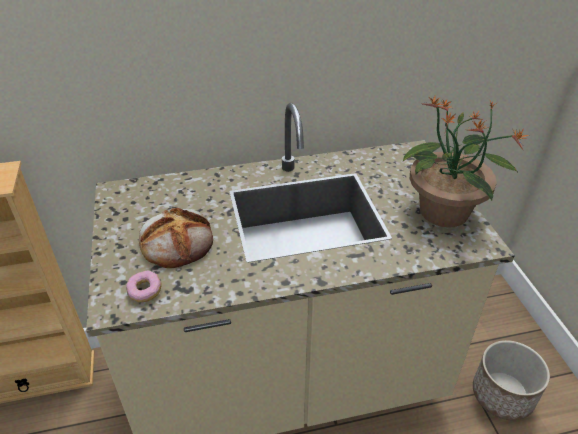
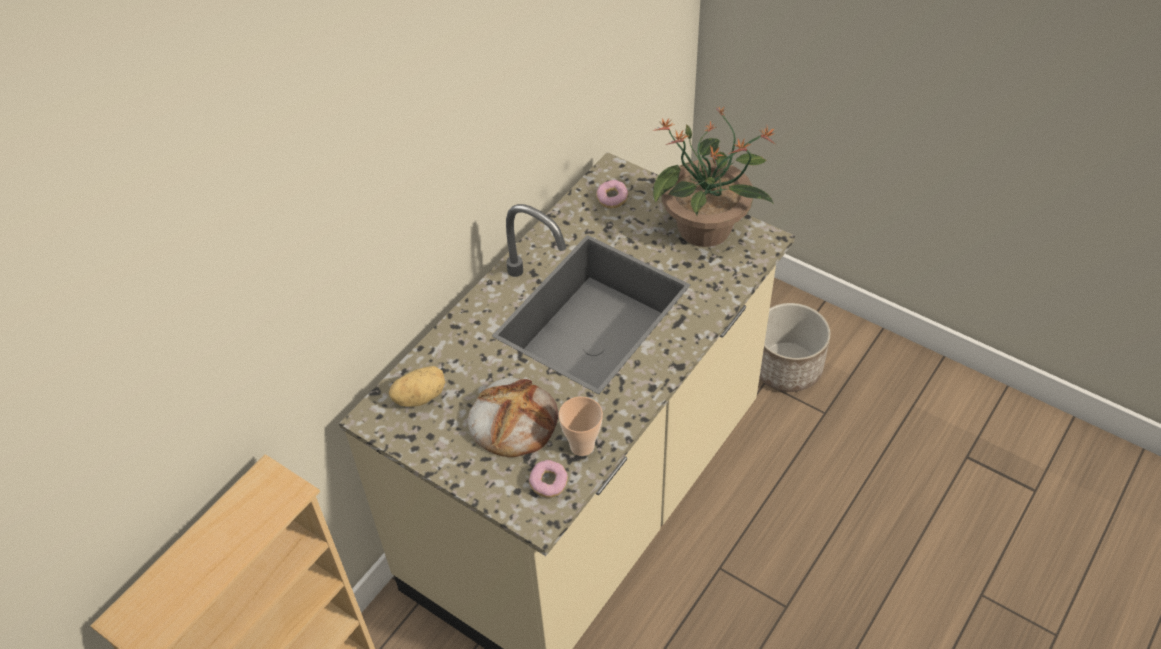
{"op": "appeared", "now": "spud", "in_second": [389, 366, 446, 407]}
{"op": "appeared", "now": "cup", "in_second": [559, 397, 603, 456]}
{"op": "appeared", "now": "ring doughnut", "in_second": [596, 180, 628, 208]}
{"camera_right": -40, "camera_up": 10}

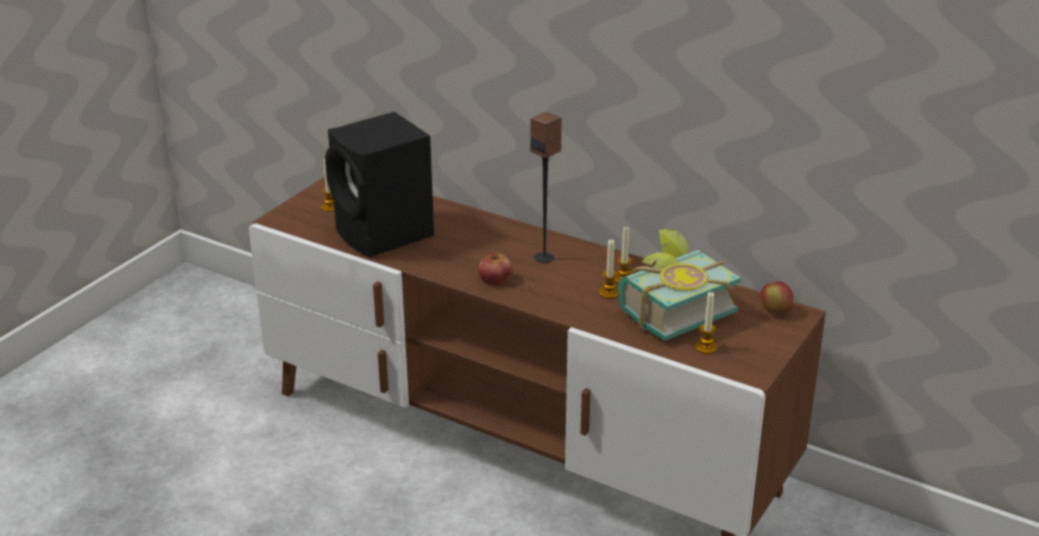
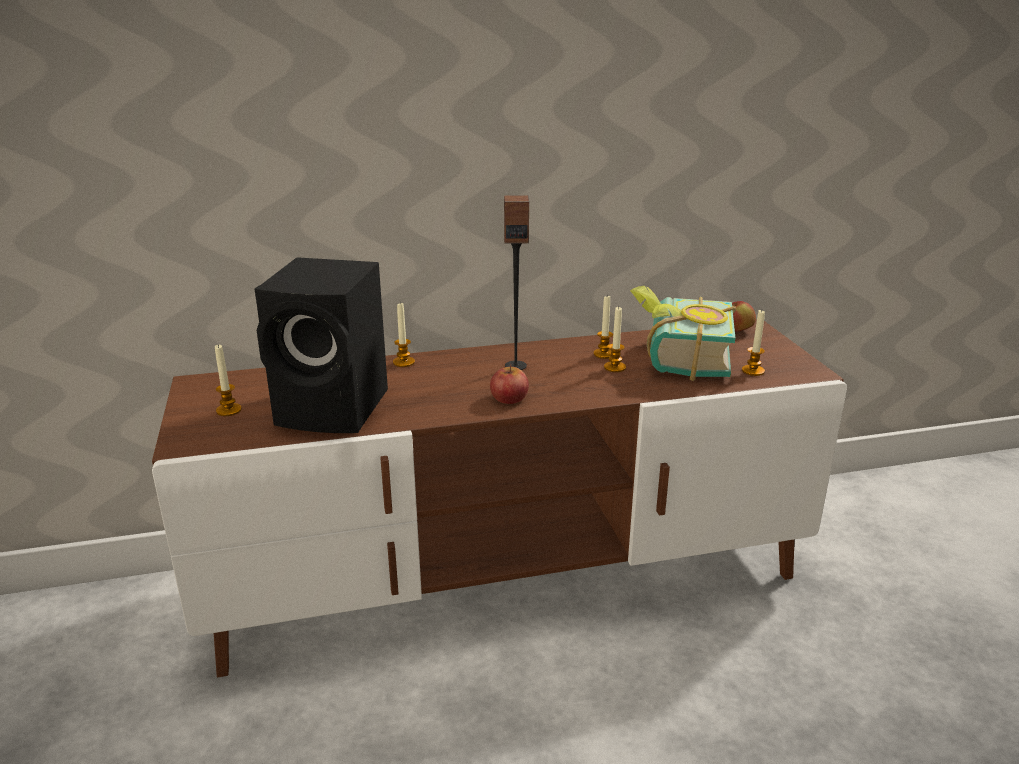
{"op": "appeared", "now": "candle", "in_second": [393, 303, 415, 367]}
{"camera_right": -45, "camera_up": -5}

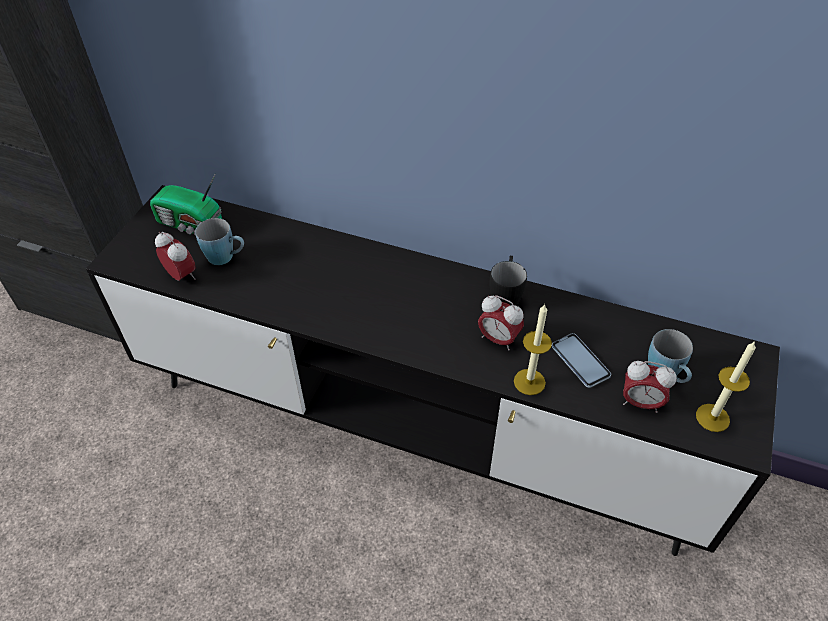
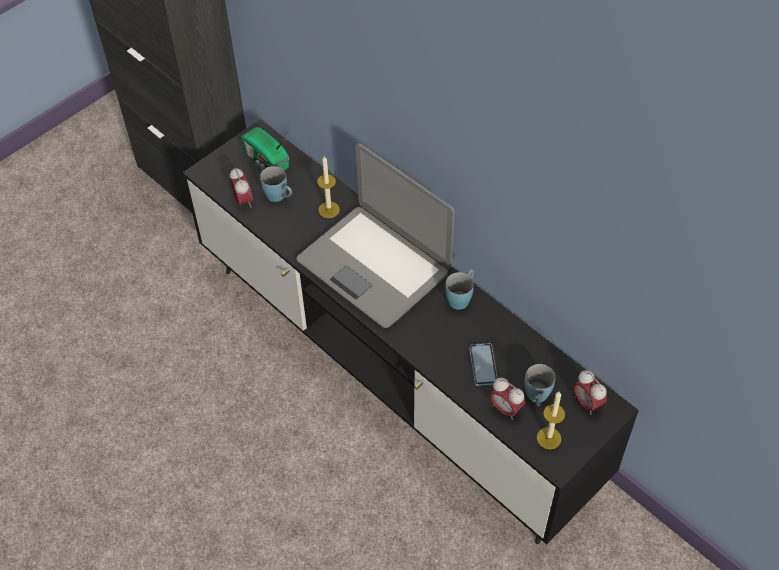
{"op": "relocated", "was": "alarm clock", "in_first": [478, 295, 524, 351], "in_second": [574, 370, 607, 415]}
{"op": "colour", "was": "blackish coffee mug", "now": "blue coffee mug", "in_first": [489, 256, 527, 306], "in_second": [445, 269, 474, 310]}
{"op": "relocated", "was": "candle", "in_first": [514, 304, 552, 395], "in_second": [317, 156, 340, 218]}
{"op": "appeared", "now": "notebook computer", "in_second": [296, 143, 455, 328]}
{"camera_right": 25, "camera_up": 5}

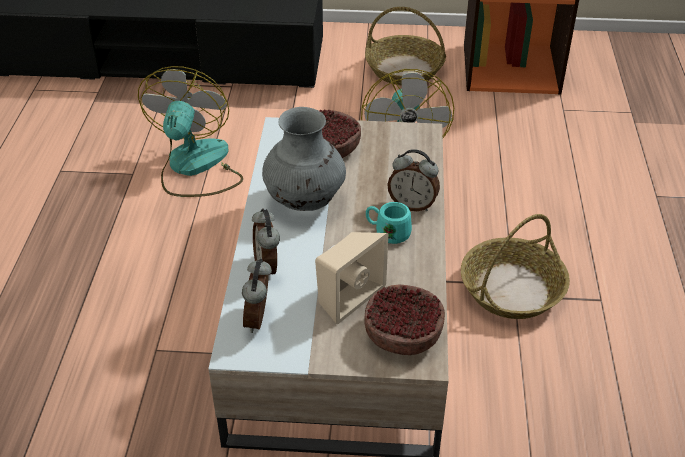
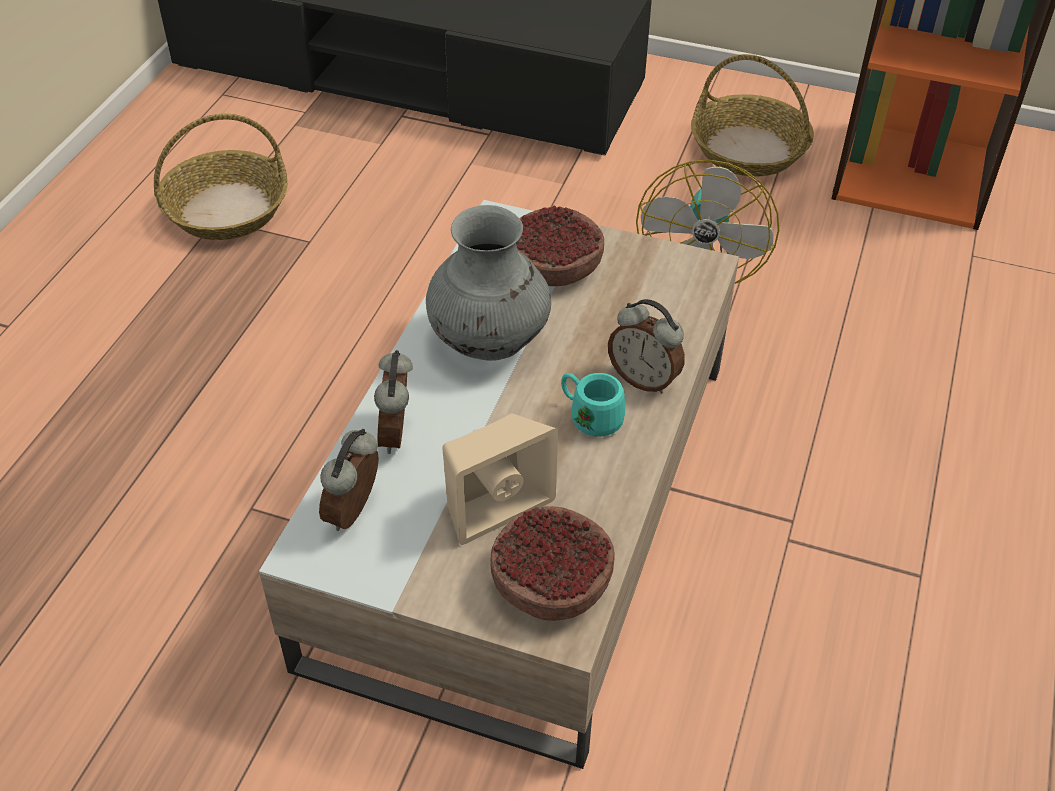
{"op": "missing", "was": "fan", "in_first": [138, 66, 243, 197]}
{"op": "relocated", "was": "household basket", "in_first": [461, 214, 570, 319], "in_second": [154, 114, 288, 240]}
{"camera_right": 15, "camera_up": 5}

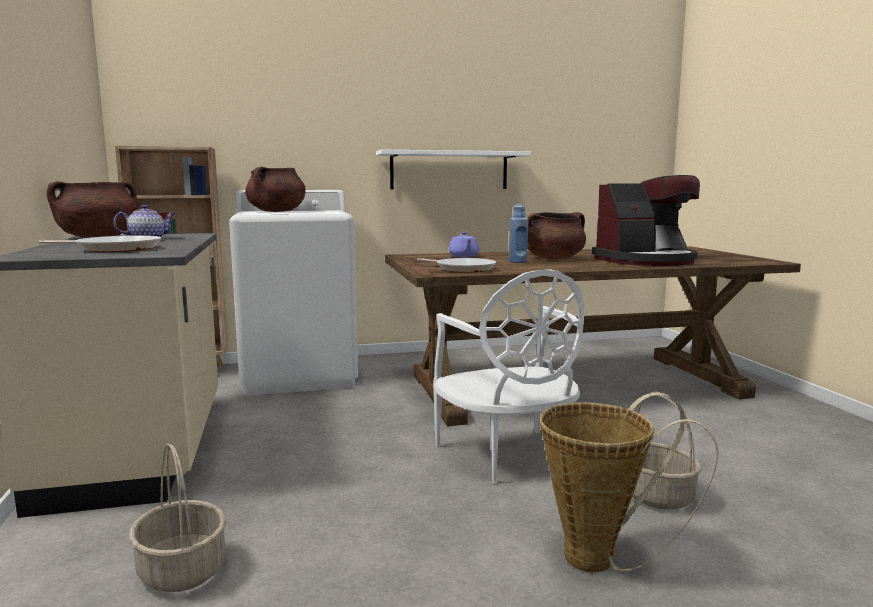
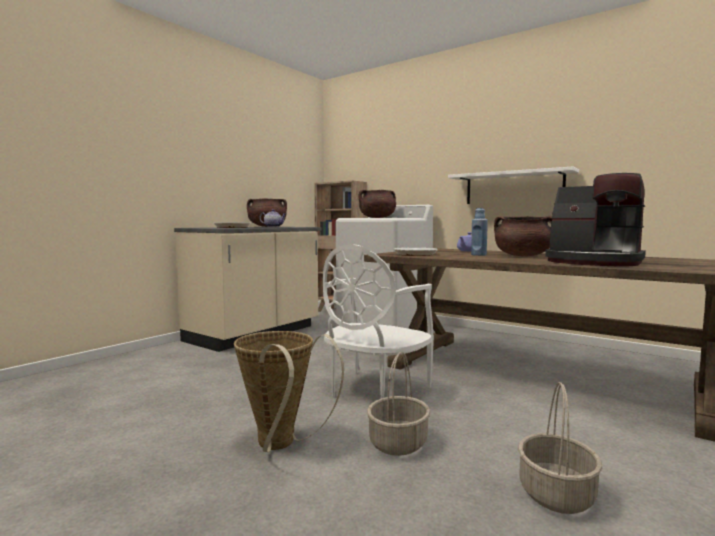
{"op": "relocated", "was": "household basket", "in_first": [129, 444, 226, 592], "in_second": [518, 382, 602, 514]}
{"camera_right": 50, "camera_up": -5}

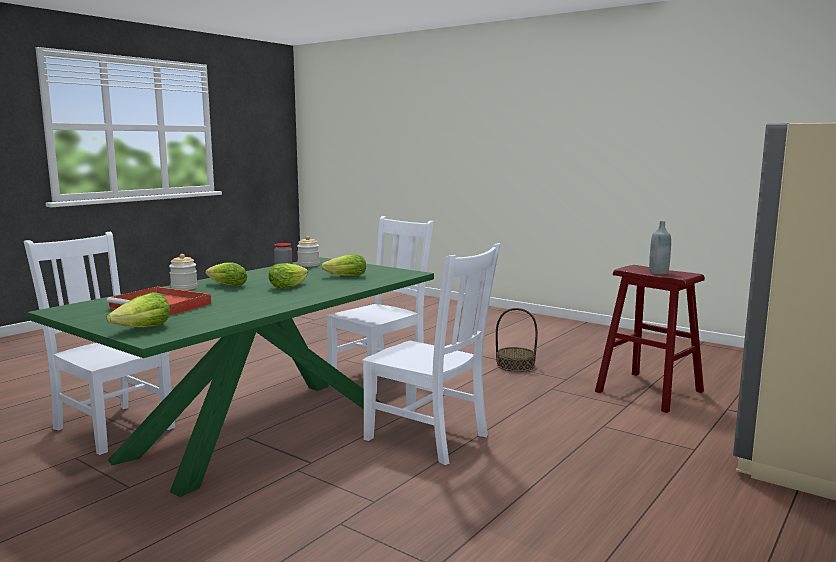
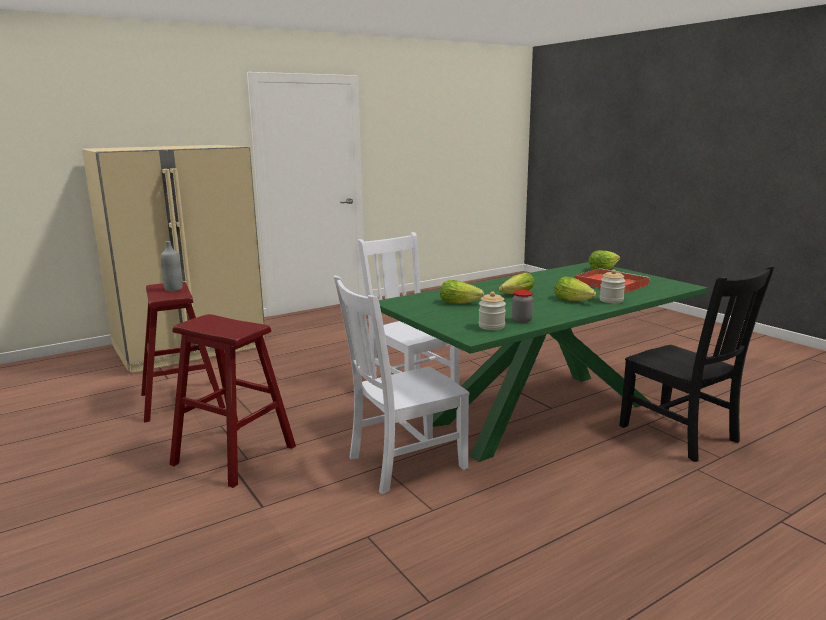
{"op": "colour", "was": "white plain chair", "now": "blackish plain chair", "in_first": [24, 232, 175, 455], "in_second": [619, 266, 775, 462]}
{"op": "exchanged", "was": "household basket", "now": "red sitting stool", "in_first": [496, 308, 538, 372], "in_second": [170, 314, 296, 488]}
{"camera_right": -160, "camera_up": 5}

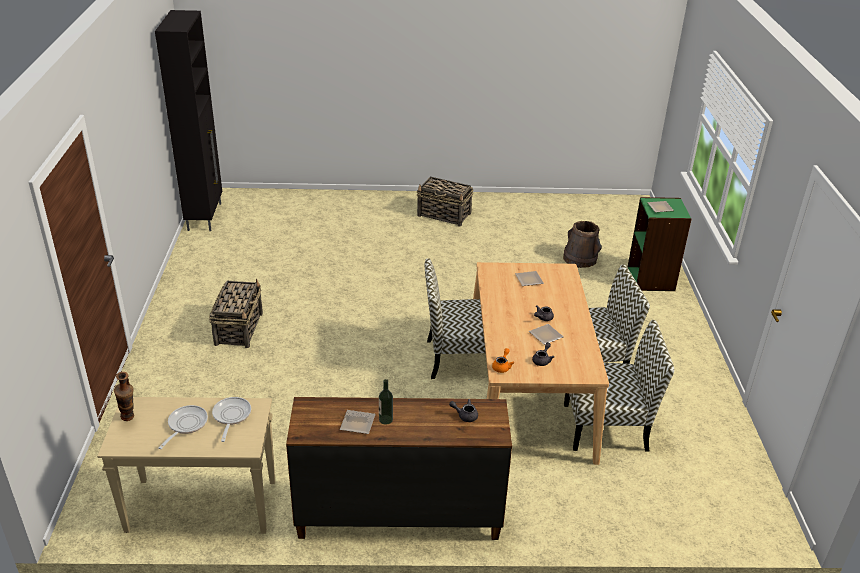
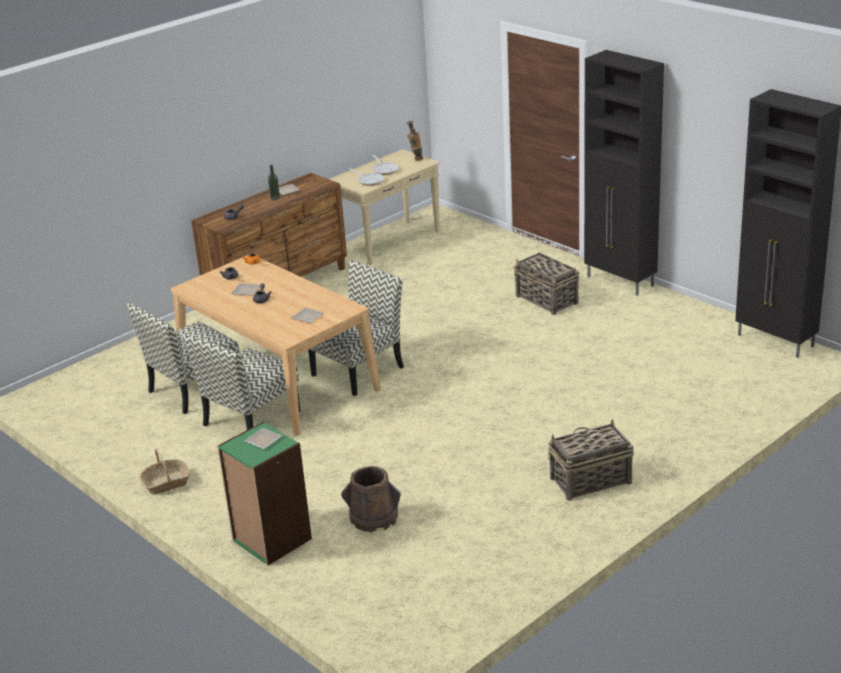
{"op": "appeared", "now": "household basket", "in_second": [139, 448, 190, 494]}
{"op": "appeared", "now": "blackish cupboard", "in_second": [584, 50, 664, 296]}
{"camera_right": 140, "camera_up": -5}

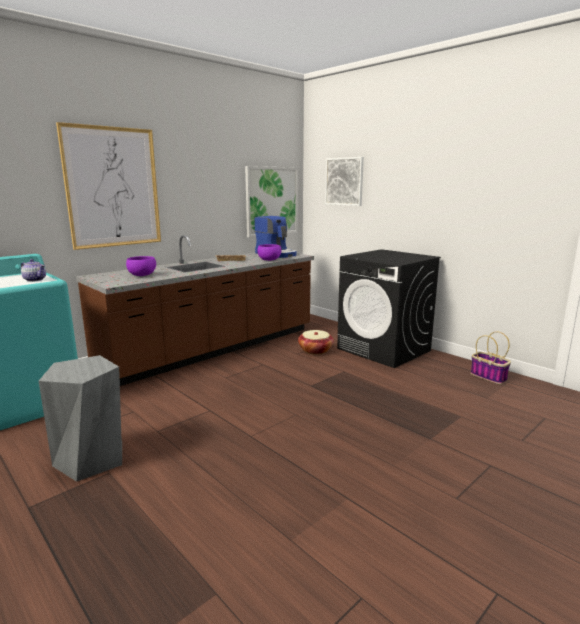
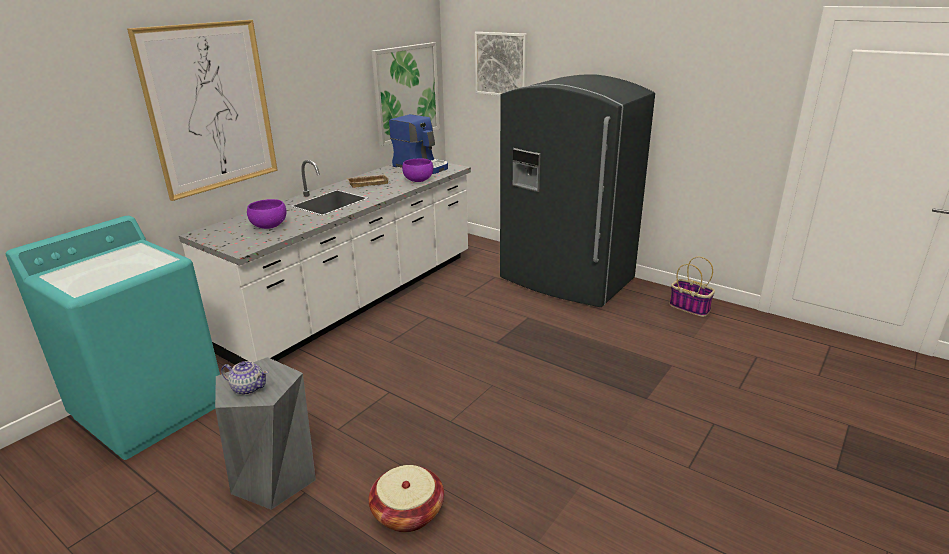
{"op": "relocated", "was": "teapot", "in_first": [21, 259, 46, 282], "in_second": [221, 361, 268, 395]}
{"op": "colour", "was": "brown-coloured kitchen counter", "now": "white kitchen counter", "in_first": [76, 235, 314, 386], "in_second": [179, 160, 471, 365]}
{"op": "relocated", "was": "household basket", "in_first": [298, 330, 334, 355], "in_second": [369, 465, 444, 532]}
{"op": "exchanged", "was": "blackish laundry machine", "now": "grey kitchen fridge", "in_first": [337, 249, 441, 368], "in_second": [500, 74, 655, 307]}
{"camera_right": -10, "camera_up": 10}

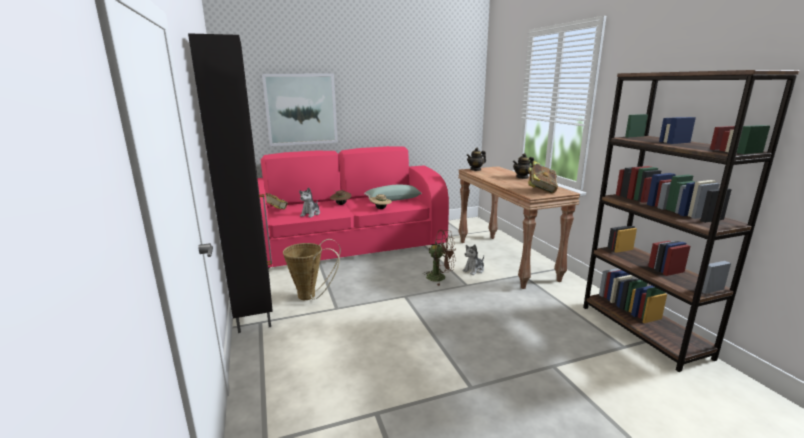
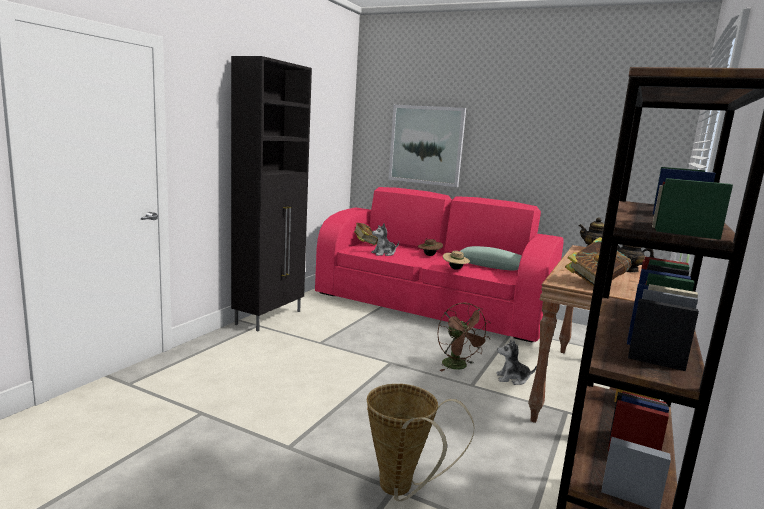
{"op": "relocated", "was": "household basket", "in_first": [283, 239, 341, 300], "in_second": [367, 384, 475, 501]}
{"camera_right": 45, "camera_up": -5}

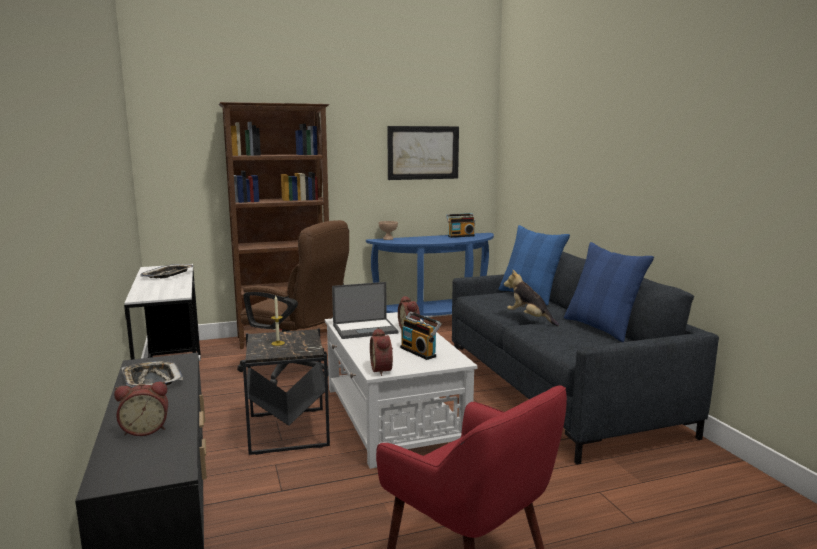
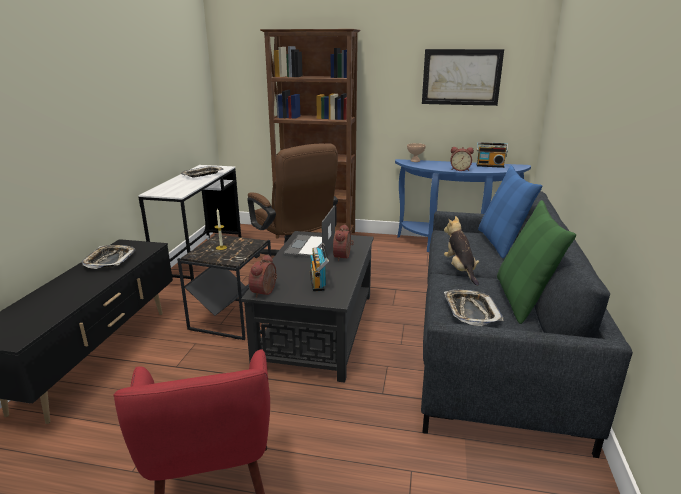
{"op": "relocated", "was": "alarm clock", "in_first": [114, 382, 168, 436], "in_second": [451, 147, 474, 171]}
{"op": "colour", "was": "white low table", "now": "blackish low table", "in_first": [325, 312, 477, 469], "in_second": [241, 231, 374, 383]}
{"op": "spun", "was": "notebook computer", "in_first": [332, 282, 399, 339], "in_second": [283, 205, 335, 258], "clockwise": 90}
{"op": "colour", "was": "blue cushion", "now": "green cushion", "in_first": [564, 242, 654, 342], "in_second": [497, 200, 576, 324]}
{"op": "appeared", "now": "carrying tray", "in_second": [444, 290, 503, 326]}
{"camera_right": 30, "camera_up": 10}

